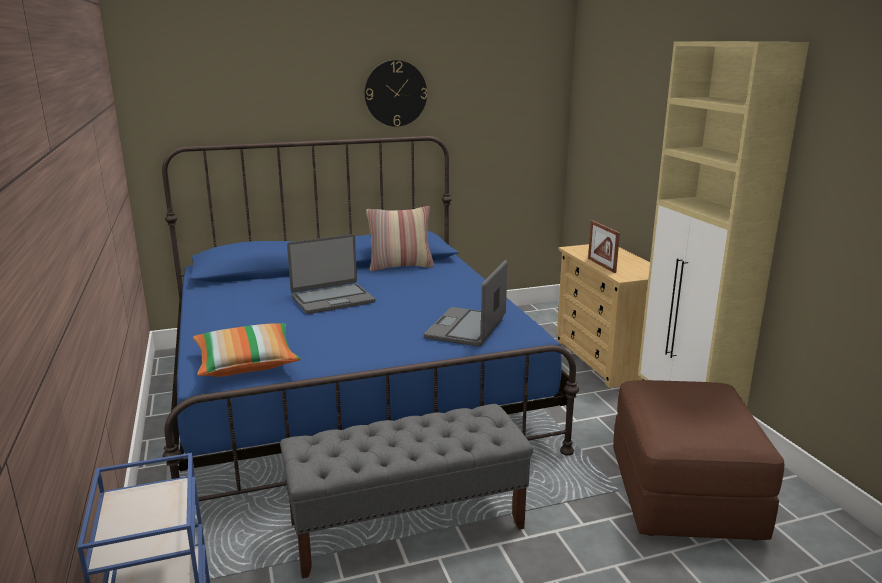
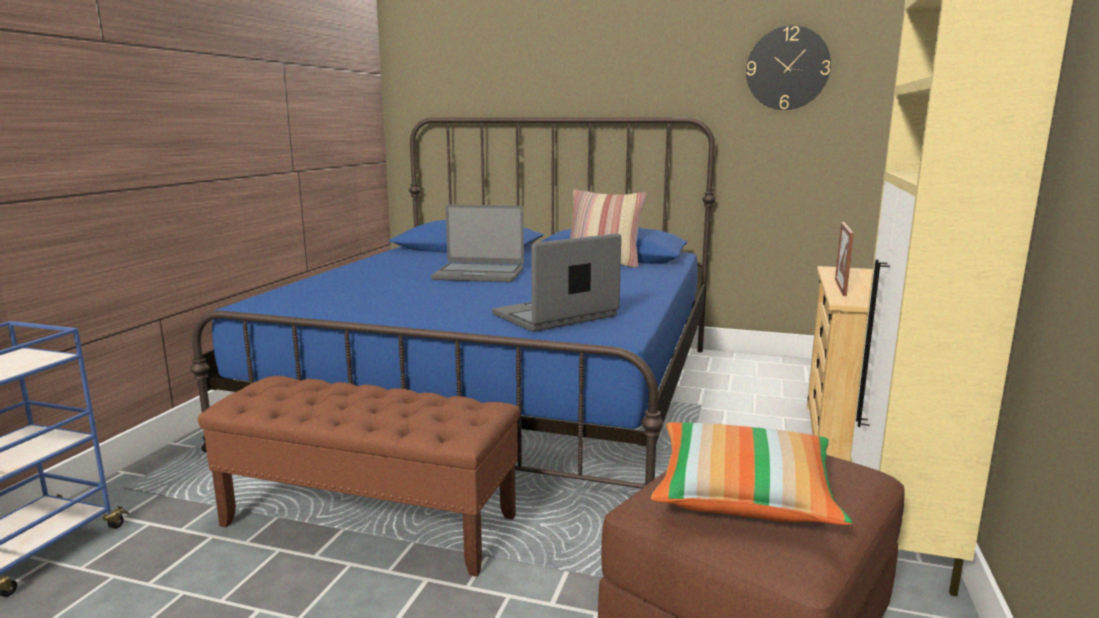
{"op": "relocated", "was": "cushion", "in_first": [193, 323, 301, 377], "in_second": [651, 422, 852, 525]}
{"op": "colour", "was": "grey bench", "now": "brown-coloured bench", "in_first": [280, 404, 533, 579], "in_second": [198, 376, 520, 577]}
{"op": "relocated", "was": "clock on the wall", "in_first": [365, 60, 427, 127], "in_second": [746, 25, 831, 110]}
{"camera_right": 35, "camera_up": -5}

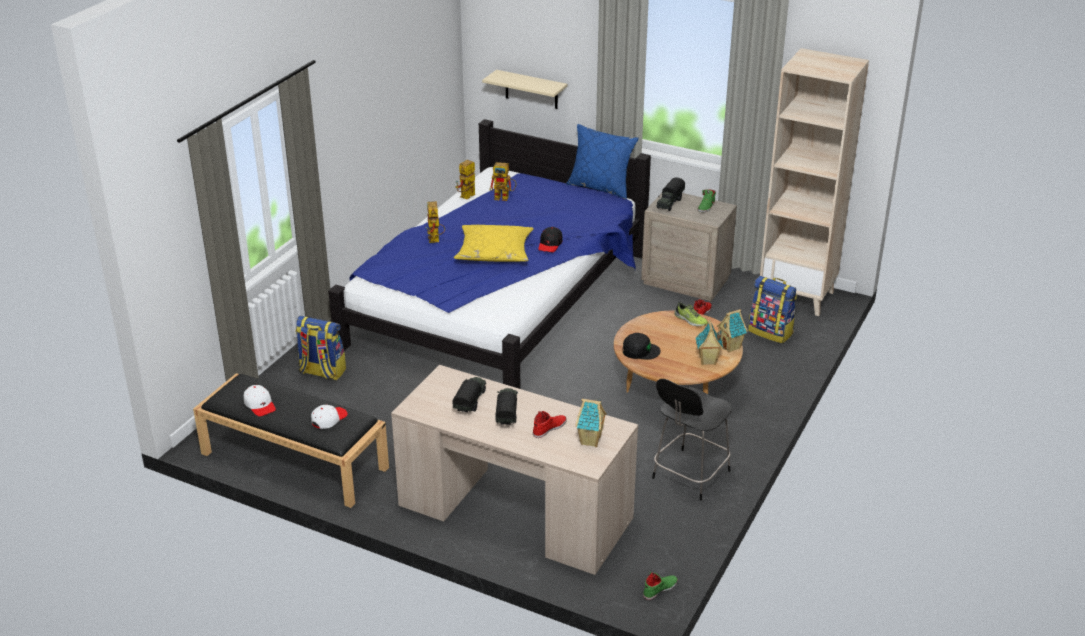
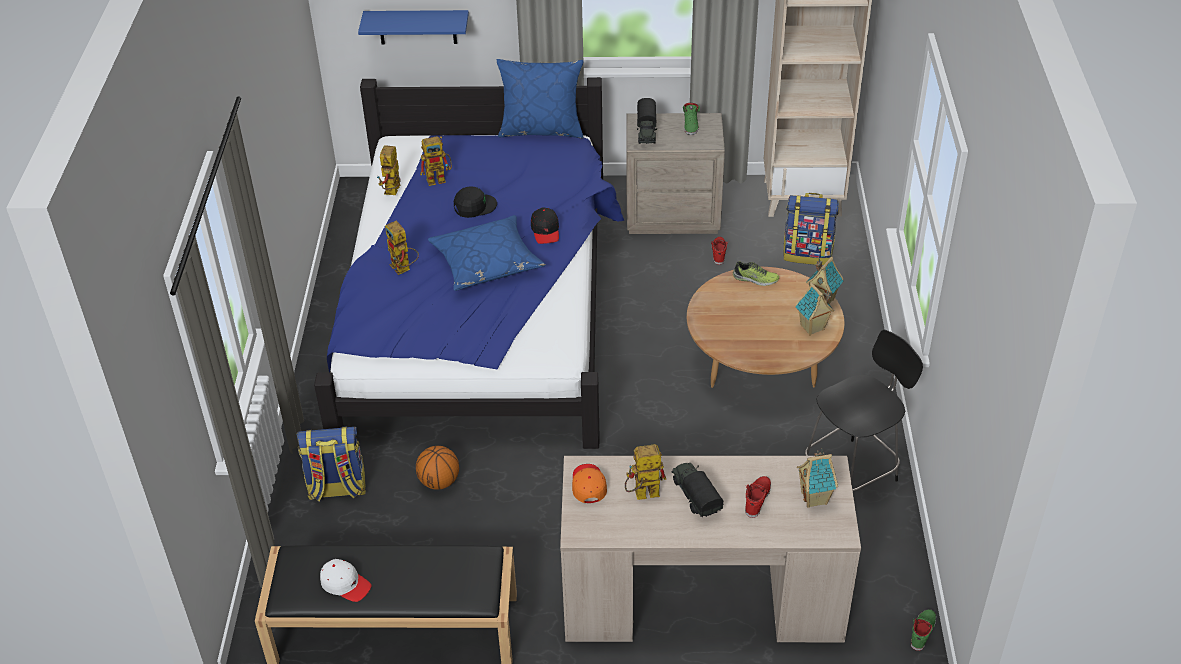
{"op": "missing", "was": "white peaked cap", "in_first": [311, 405, 348, 429]}
{"op": "exchanged", "was": "model truck", "now": "robot figure", "in_first": [452, 377, 486, 413], "in_second": [625, 444, 666, 500]}
{"op": "colour", "was": "yellow cushion", "now": "blue cushion", "in_first": [454, 225, 534, 262], "in_second": [428, 215, 546, 291]}
{"op": "colour", "was": "beige wall shelf", "now": "blue wall shelf", "in_first": [482, 70, 567, 109], "in_second": [358, 10, 469, 44]}
{"op": "relocated", "was": "blackish peaked cap", "in_first": [623, 333, 661, 360], "in_second": [454, 187, 497, 218]}
{"op": "spun", "was": "blackish plain chair", "in_first": [652, 379, 732, 501], "in_second": [805, 330, 923, 492], "clockwise": -135}
{"op": "appeared", "now": "ball for basketball", "in_second": [416, 446, 459, 490]}
{"op": "appeared", "now": "orange peaked cap", "in_second": [572, 464, 607, 503]}
{"camera_right": -25, "camera_up": 10}

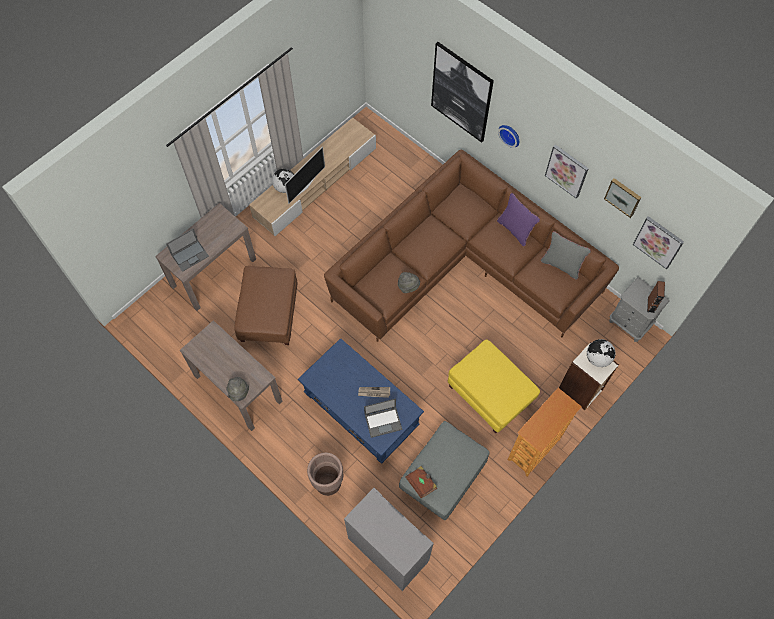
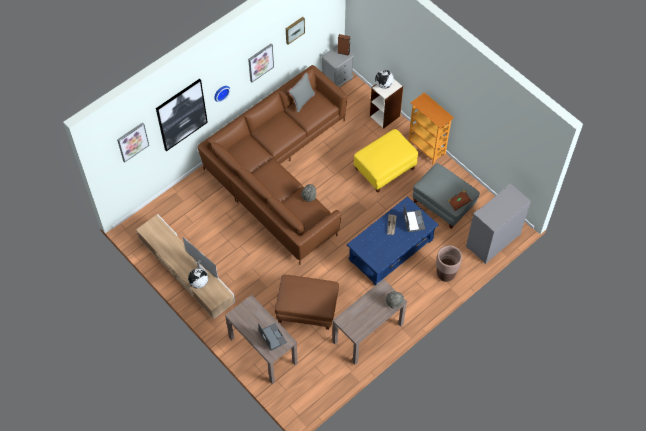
{"op": "missing", "was": "purplish cushion", "in_first": [497, 193, 540, 247]}
{"op": "relocated", "was": "picture", "in_first": [633, 216, 684, 269], "in_second": [117, 122, 149, 162]}
{"camera_right": -85, "camera_up": -5}

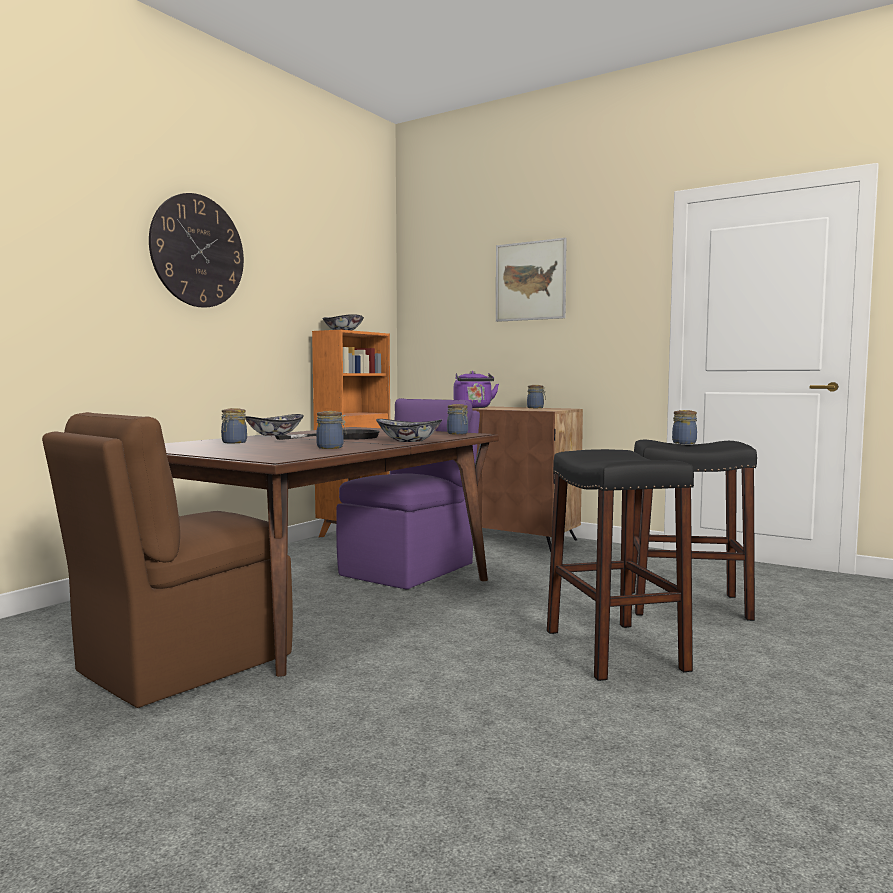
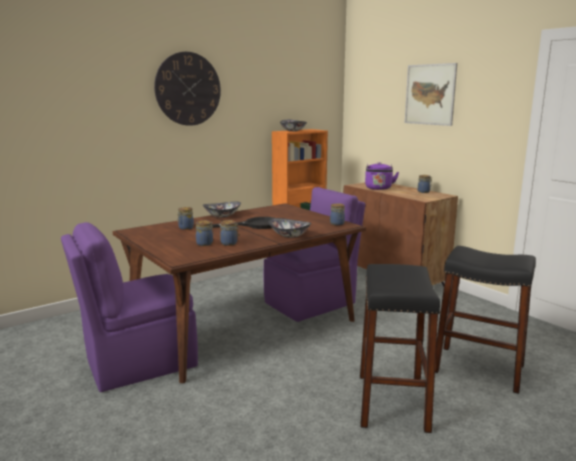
{"op": "colour", "was": "brown-coloured plain chair", "now": "purplish plain chair", "in_first": [42, 412, 293, 708], "in_second": [61, 222, 198, 392]}
{"op": "relocated", "was": "storage jar", "in_first": [672, 410, 697, 444], "in_second": [196, 220, 214, 246]}
{"camera_right": 20, "camera_up": 10}

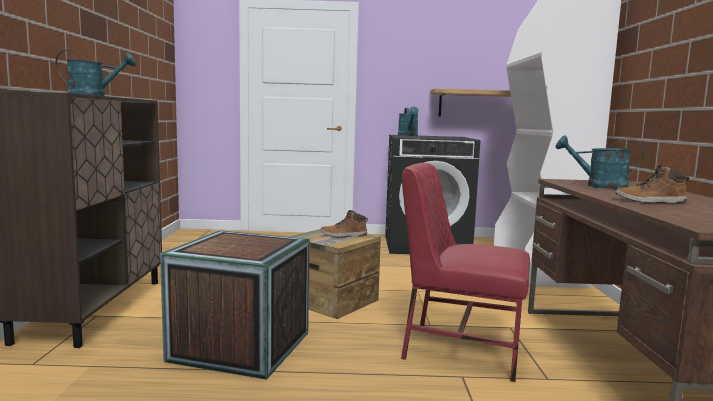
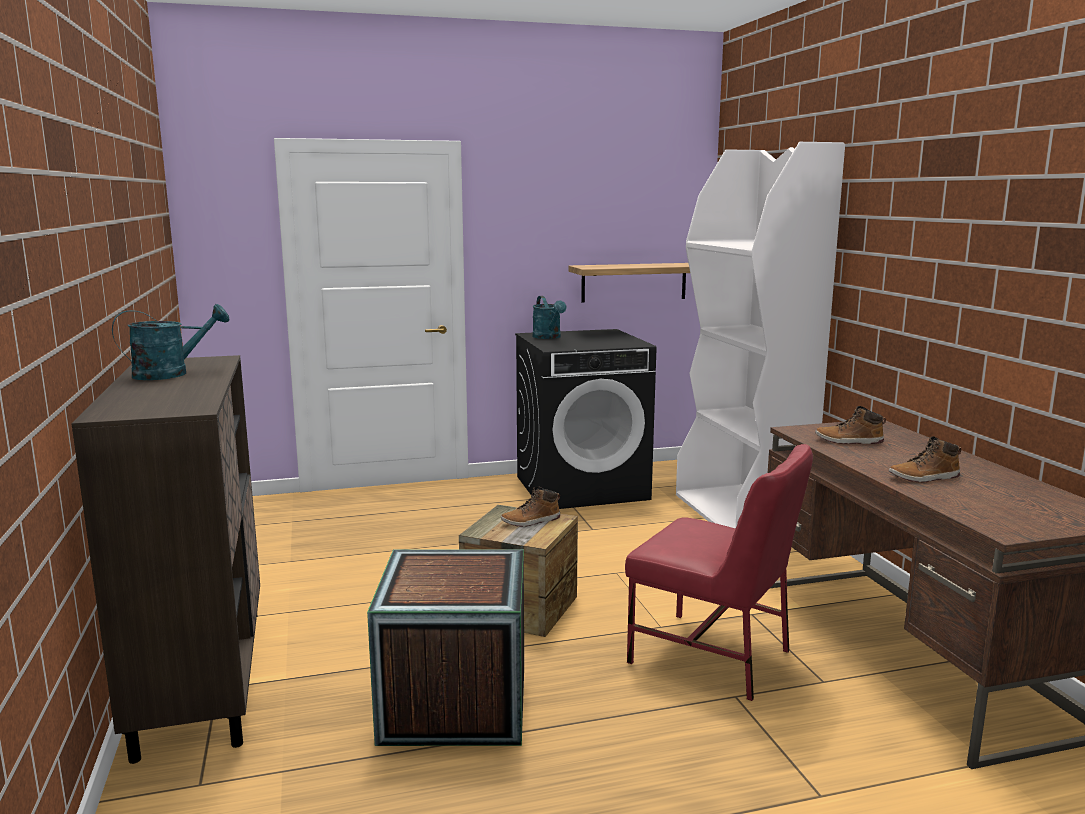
{"op": "spun", "was": "red plain chair", "in_first": [401, 163, 530, 382], "in_second": [625, 444, 813, 701], "clockwise": -150}
{"op": "exchanged", "was": "blue-green watering pot", "now": "tall boot", "in_first": [556, 135, 643, 189], "in_second": [815, 406, 886, 444]}
{"camera_right": -15, "camera_up": 5}

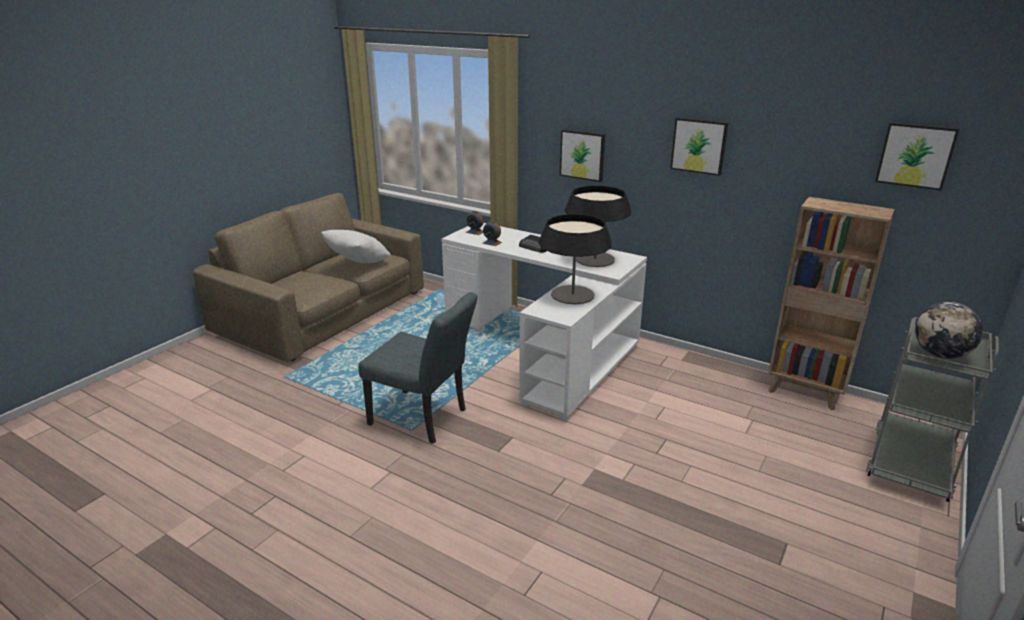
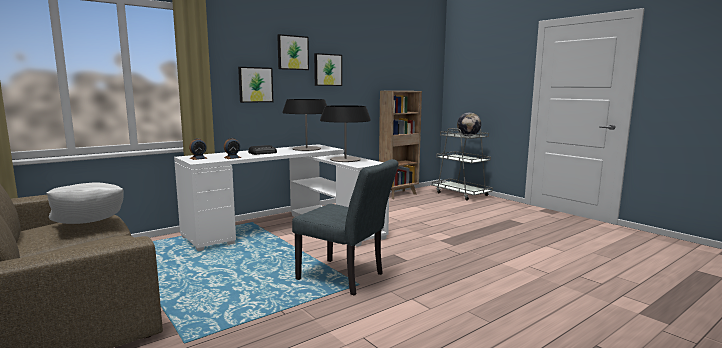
{"op": "spun", "was": "grey plain chair", "in_first": [358, 292, 478, 444], "in_second": [292, 159, 398, 295], "clockwise": 75}
{"op": "relocated", "was": "picture", "in_first": [875, 122, 959, 191], "in_second": [277, 34, 309, 70]}
{"camera_right": -70, "camera_up": -15}

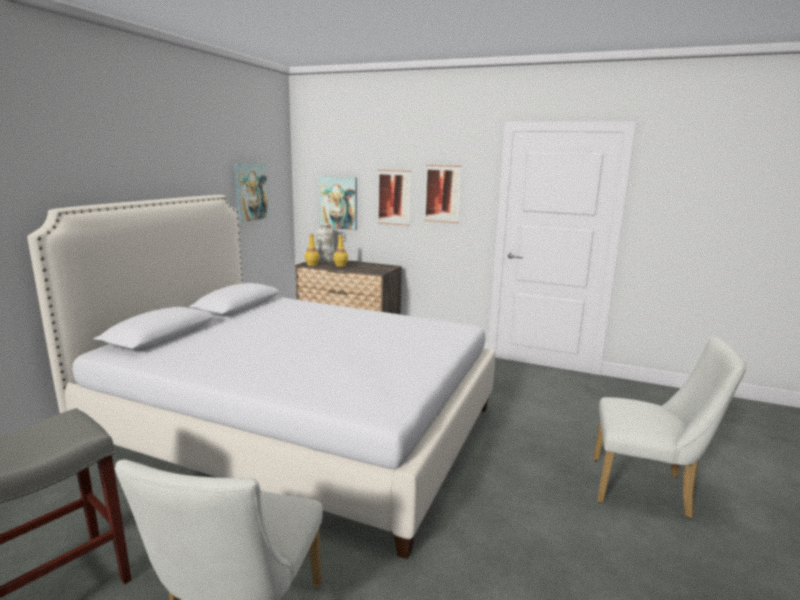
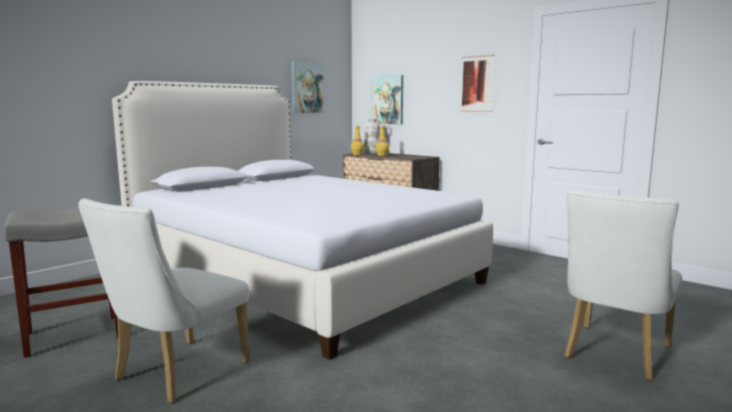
{"op": "missing", "was": "picture", "in_first": [377, 170, 411, 226]}
{"op": "spun", "was": "white plain chair", "in_first": [593, 336, 747, 519], "in_second": [565, 190, 682, 380], "clockwise": 90}
{"camera_right": 20, "camera_up": -5}

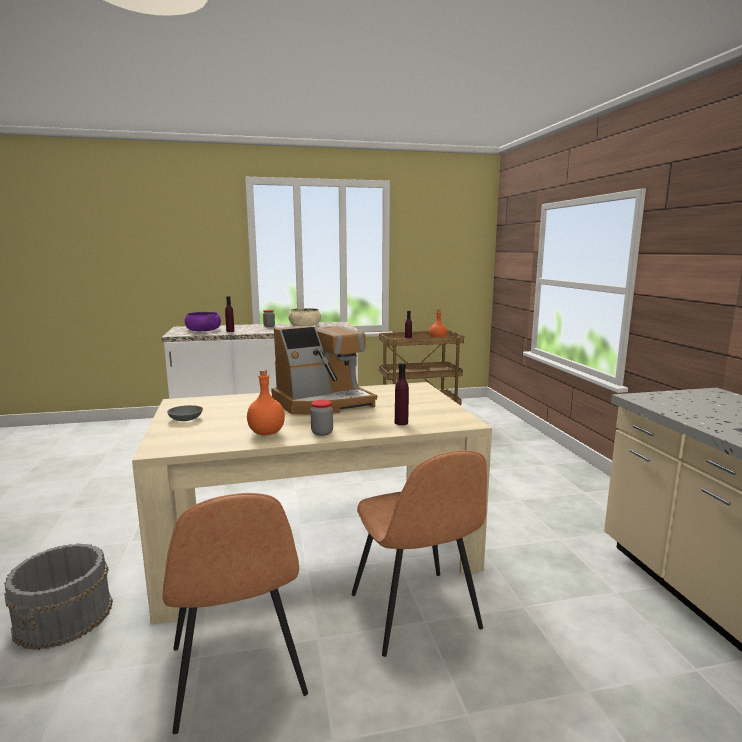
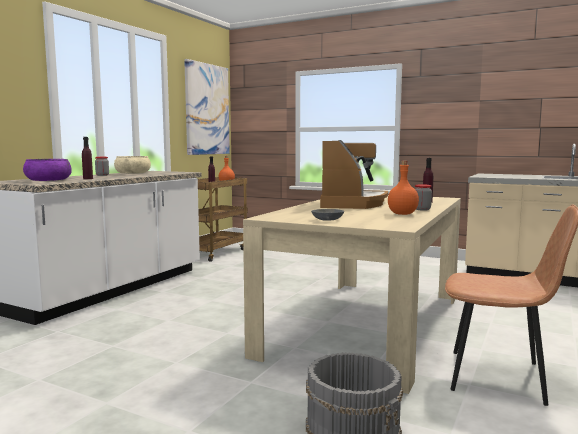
{"op": "missing", "was": "brown-coloured plain chair", "in_first": [351, 450, 487, 657]}
{"op": "appeared", "now": "picture", "in_second": [184, 59, 230, 155]}
{"camera_right": -50, "camera_up": -5}

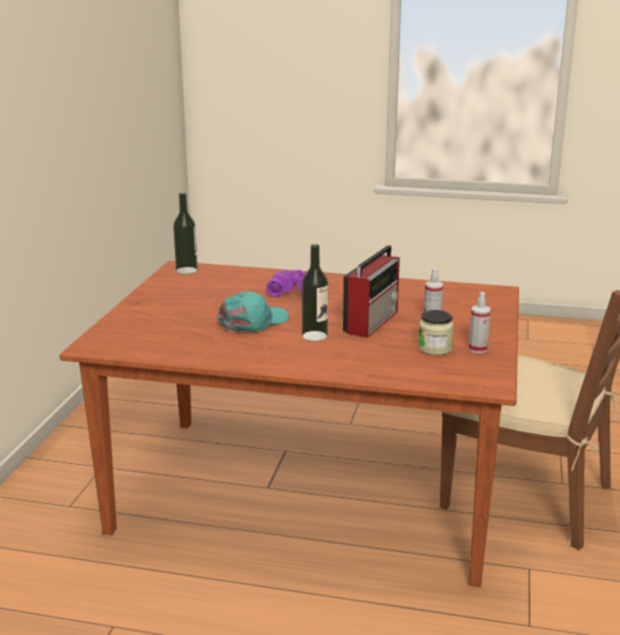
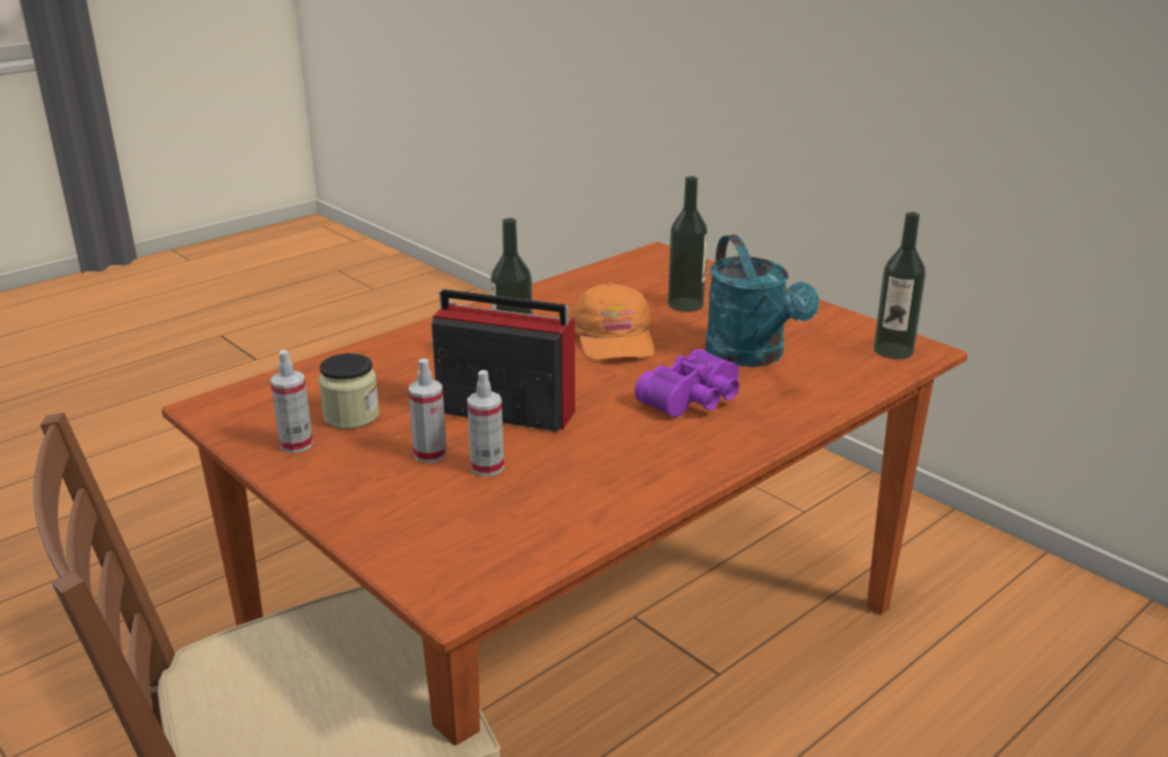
{"op": "colour", "was": "blue-green peaked cap", "now": "orange peaked cap", "in_first": [218, 291, 289, 332], "in_second": [570, 282, 654, 360]}
{"op": "spun", "was": "radio receiver", "in_first": [343, 245, 400, 338], "in_second": [430, 289, 575, 432], "clockwise": 135}
{"op": "appeared", "now": "hand sprayer", "in_second": [467, 370, 504, 476]}
{"op": "appeared", "now": "drink bottle", "in_second": [668, 176, 708, 312]}
{"op": "appeared", "now": "blue-green watering pot", "in_second": [705, 235, 819, 367]}
{"camera_right": 125, "camera_up": 5}

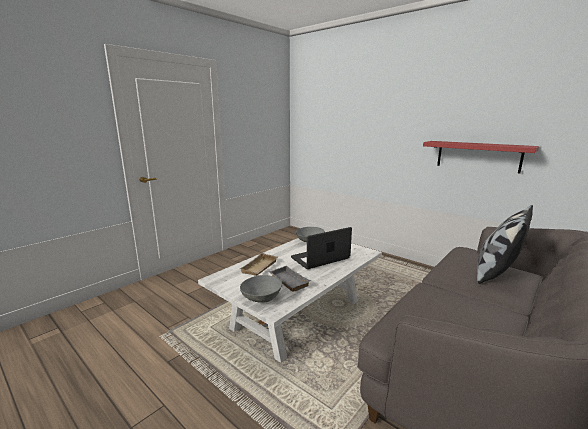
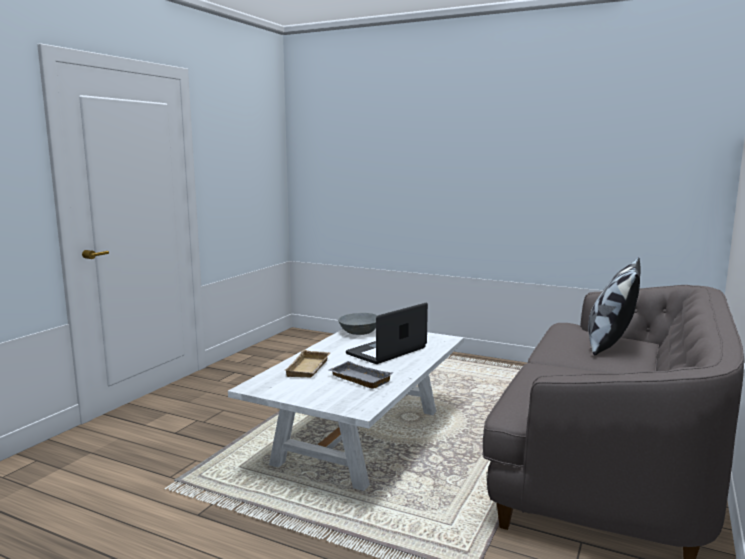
{"op": "missing", "was": "grey serving bowl", "in_first": [240, 275, 282, 303]}
{"op": "missing", "was": "red wall shelf", "in_first": [423, 141, 539, 174]}
{"camera_right": -15, "camera_up": -5}

